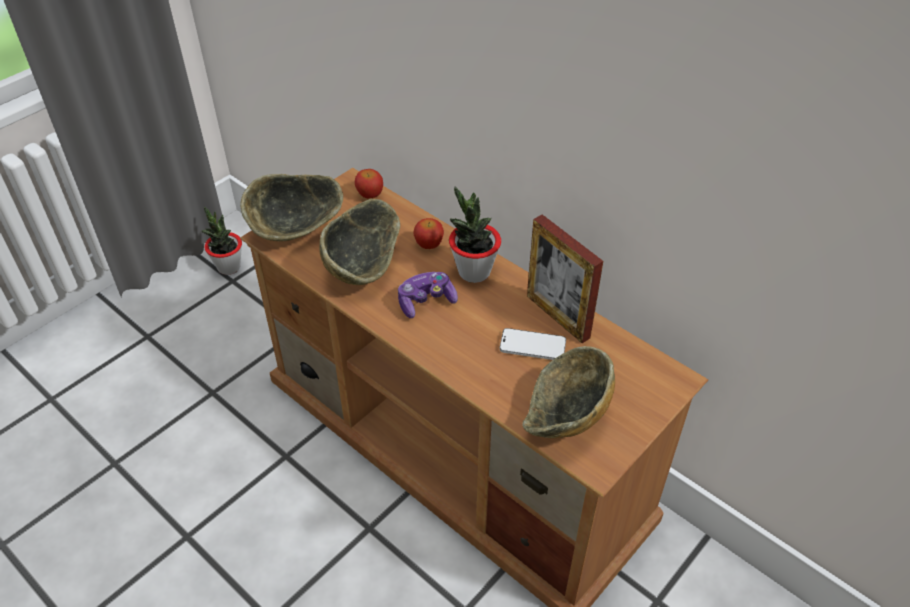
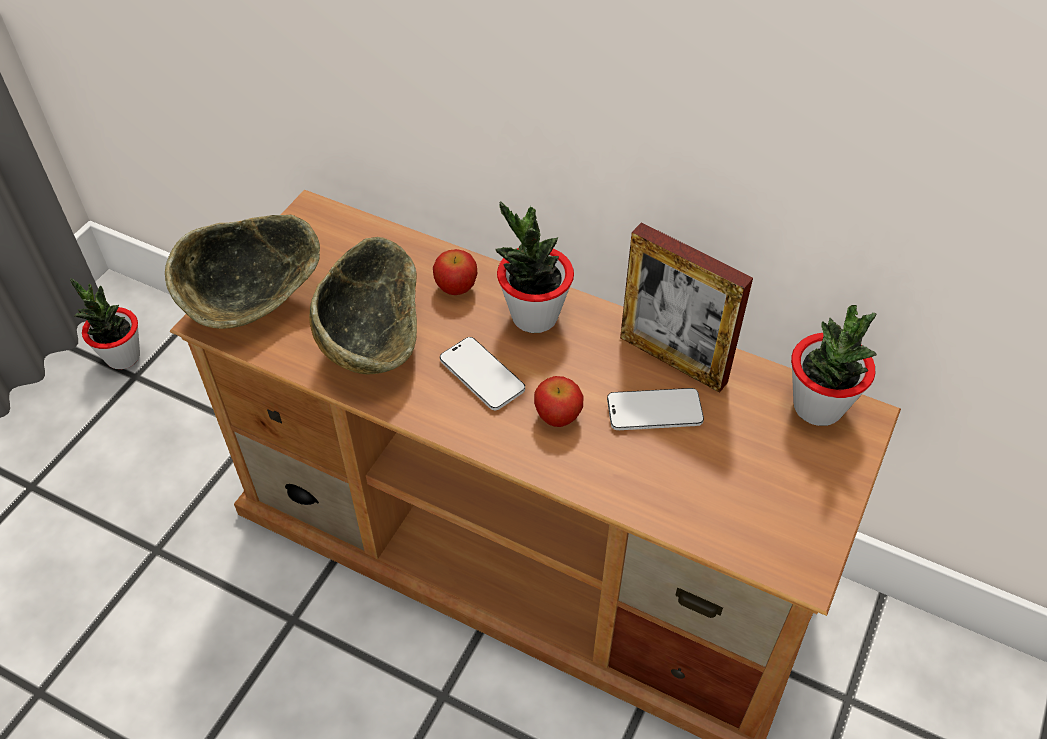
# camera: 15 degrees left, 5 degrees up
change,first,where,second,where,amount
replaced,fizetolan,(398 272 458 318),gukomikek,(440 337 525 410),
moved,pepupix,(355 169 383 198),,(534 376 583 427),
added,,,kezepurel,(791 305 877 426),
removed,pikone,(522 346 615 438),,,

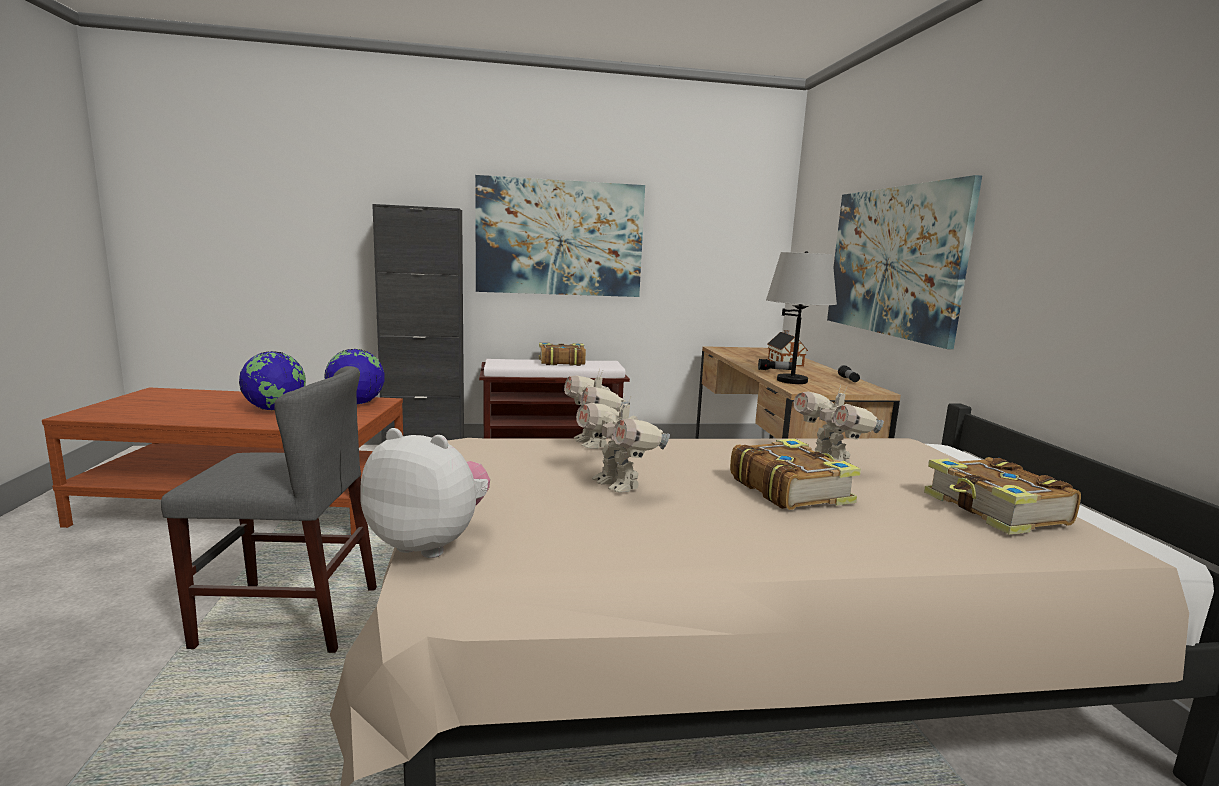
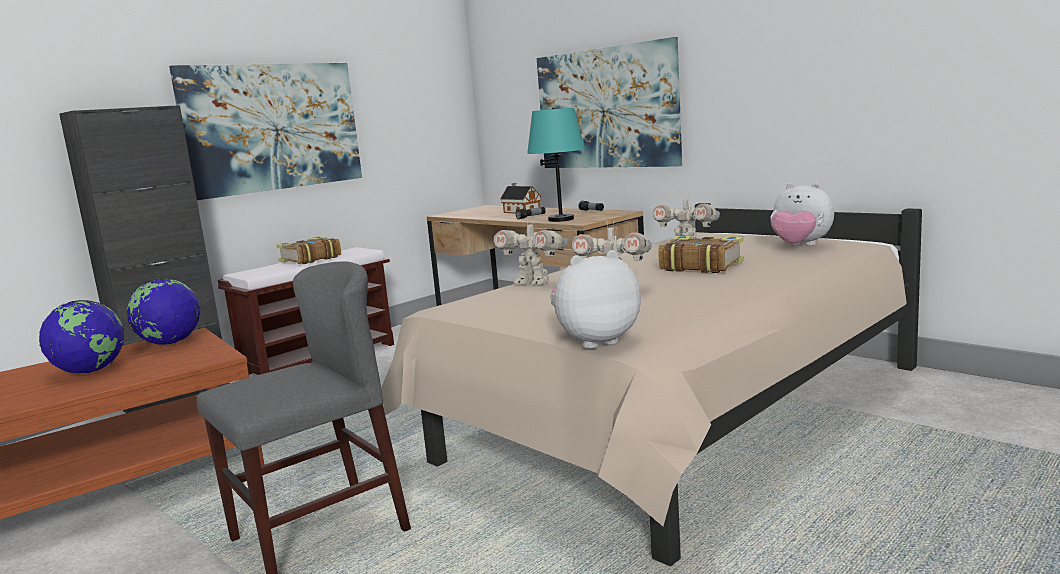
# camera: 35 degrees left, 0 degrees up
change,first,where,second,where,amount
recoloured,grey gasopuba,(766 251 837 384),turquoise gasopuba,(527 108 585 222),
replaced,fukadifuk,(924 457 1081 534),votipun,(770 183 834 246),

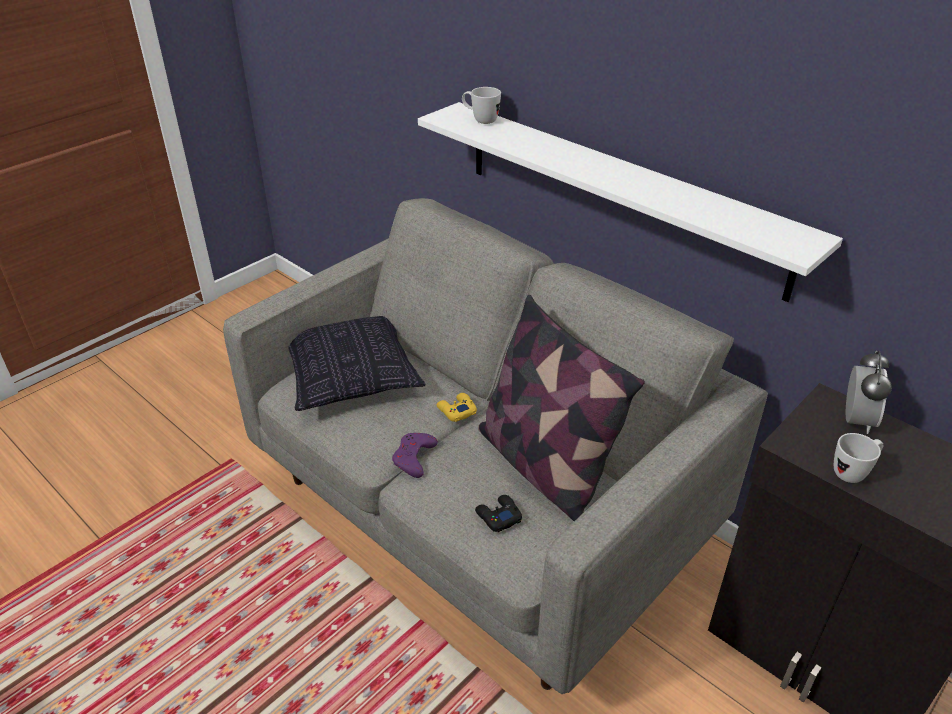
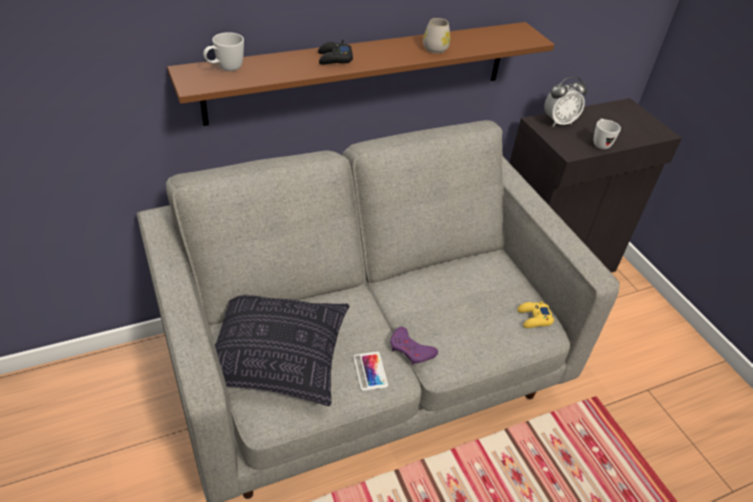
# camera: 70 degrees left, 5 degrees up
change,first,where,second,where,amount
recoloured,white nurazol,(418 102 843 302),brown nurazol,(167 22 554 126),
moved,black fizetolan,(475 495 522 532),,(318 40 353 65),
added,,,gukomikek,(353 352 388 391),
added,,,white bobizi,(423 18 450 53),
moved,yellow fizetolan,(437 393 477 422),,(517 301 554 328),
turned,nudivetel,(846 350 892 434),,(544 77 587 127),120 degrees clockwise
removed,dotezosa,(478 295 645 521),,,

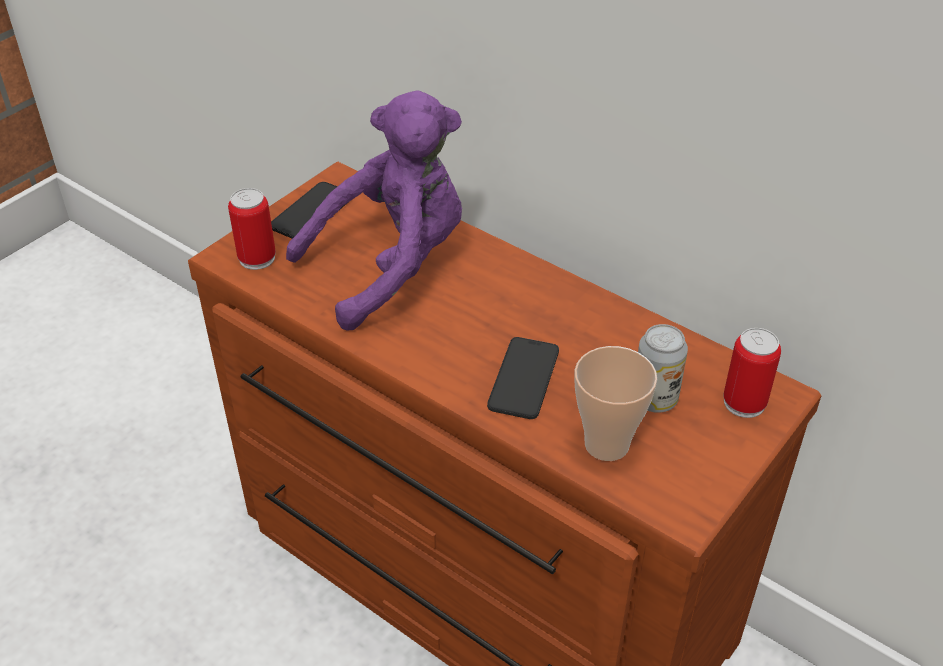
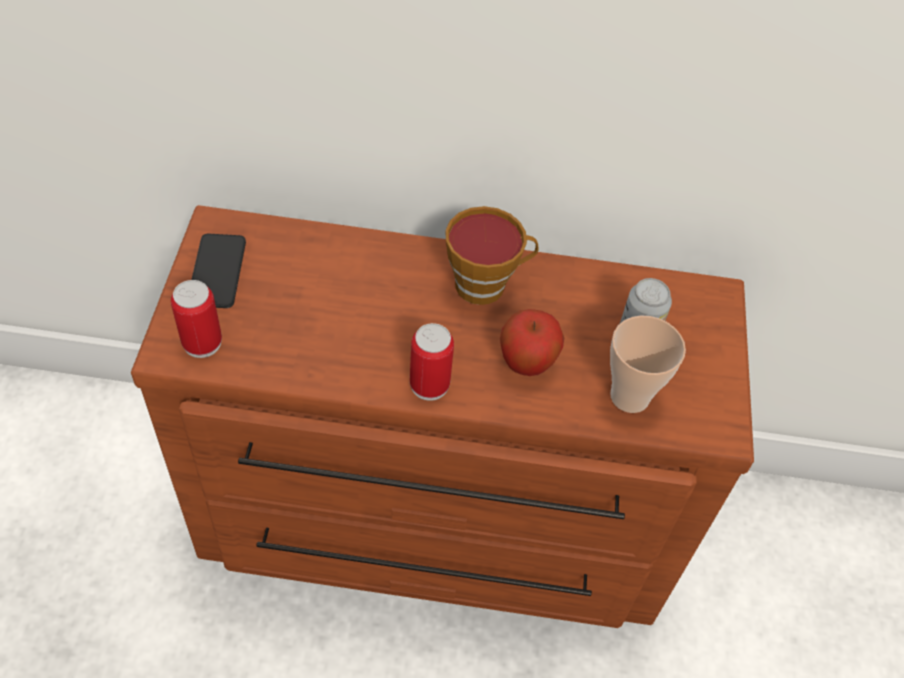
# camera: 35 degrees left, 10 degrees up
change,first,where,second,where,amount
moved,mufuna,(723 328 781 418),,(410 323 454 401),
added,,,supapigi,(445 206 539 305),
replaced,gukomikek,(487 337 559 419),pepupix,(500 309 564 376),
removed,purple votipun,(286 90 462 330),,,

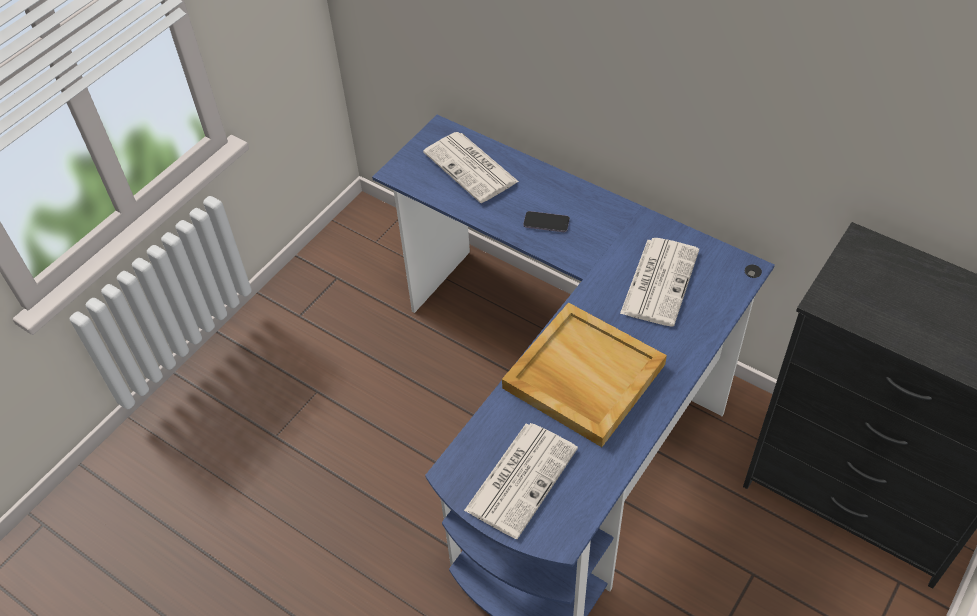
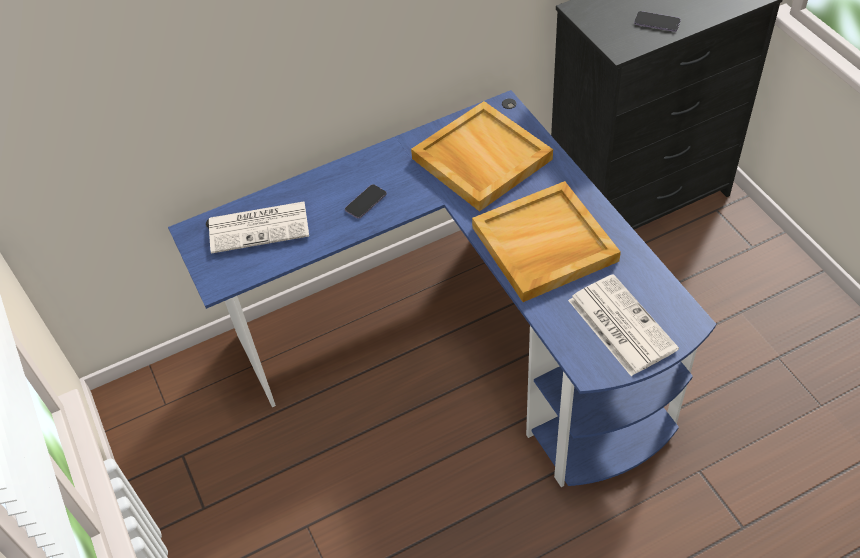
# camera: 60 degrees left, 0 degrees up
change,first,where,second,where,amount
replaced,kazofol,(620 238 699 327),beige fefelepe,(411 101 553 212),
added,,,gukomikek,(634 11 681 32),

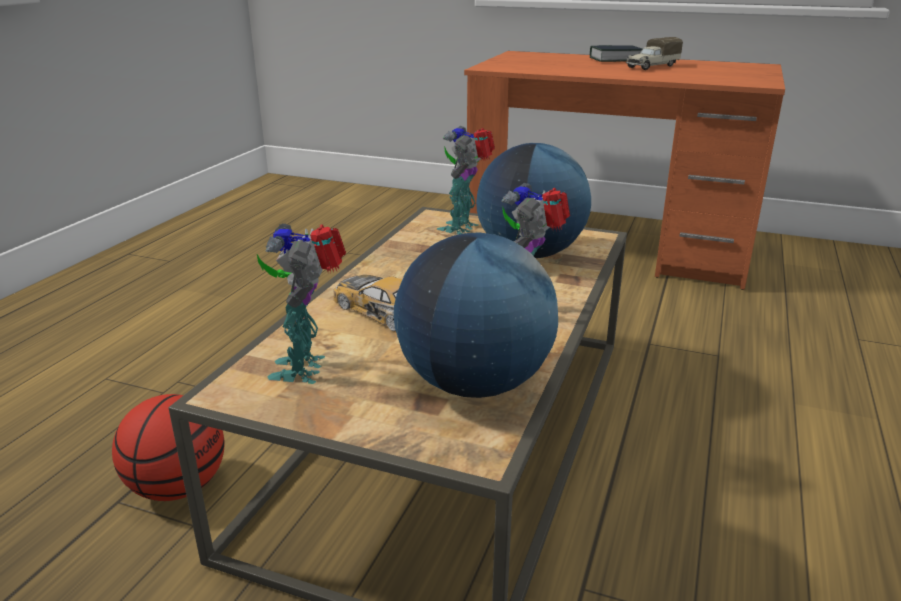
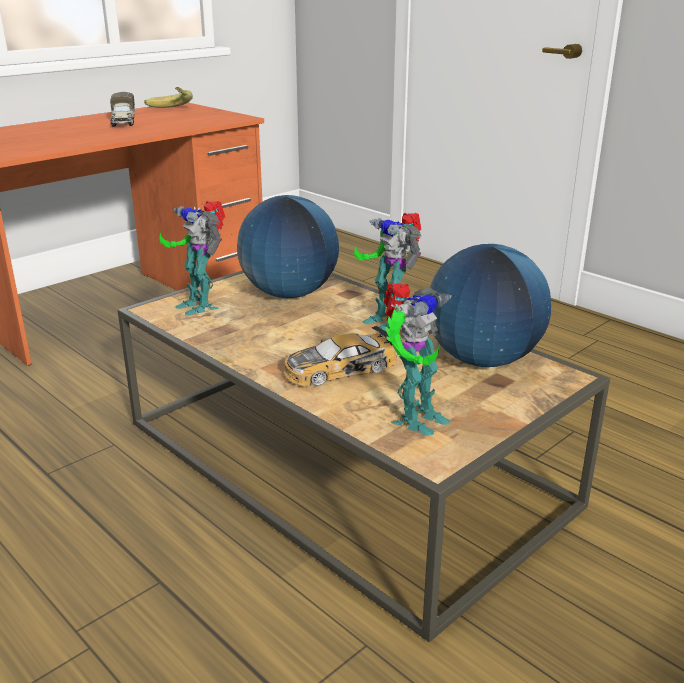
# camera: 65 degrees left, 0 degrees up
change,first,where,second,where,amount
added,,,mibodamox,(144 87 193 108),
turned,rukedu,(257 223 346 384),,(384 282 452 436),75 degrees counterclockwise
removed,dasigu,(112 394 224 501),,,
removed,fukadifuk,(590 45 642 62),,,

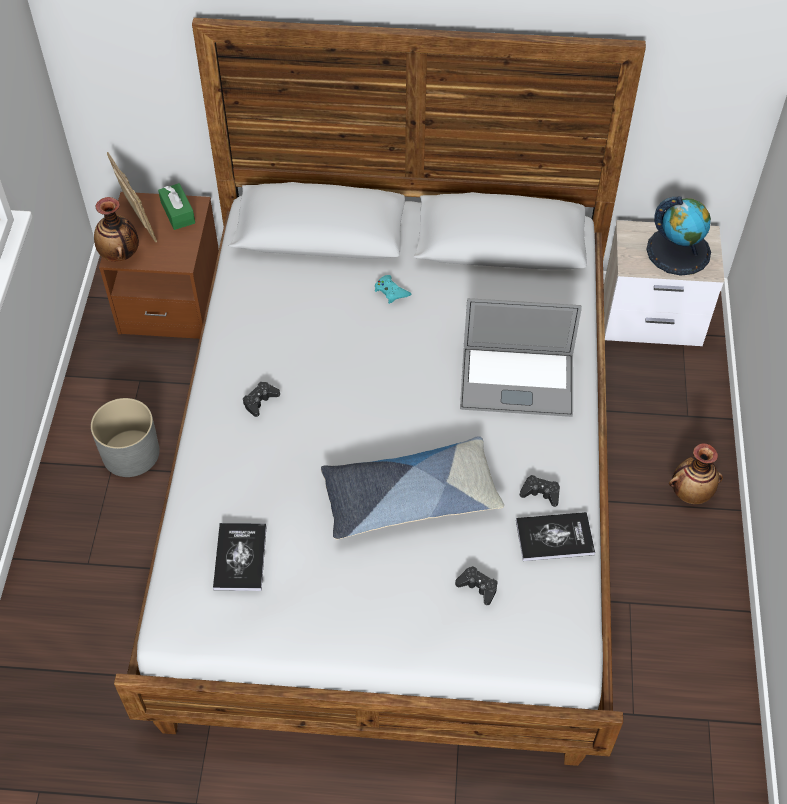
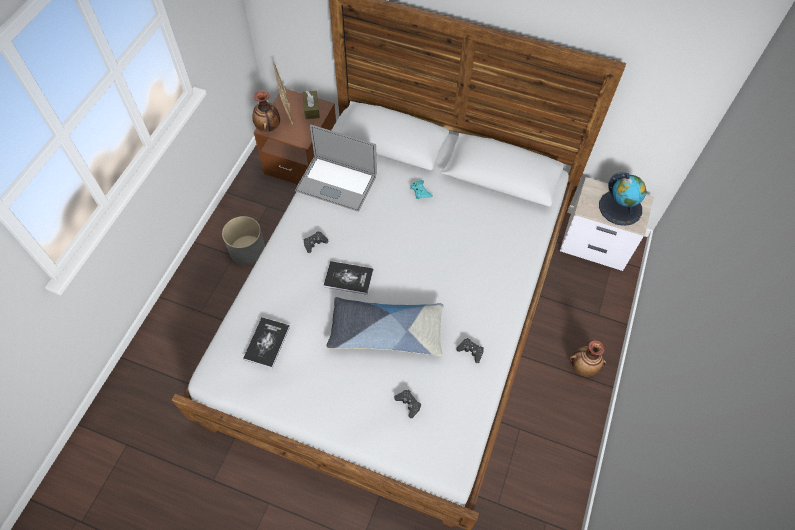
# camera: 15 degrees right, 5 degrees up
change,first,where,second,where,amount
moved,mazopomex,(460 298 582 417),,(295 125 377 212),
recoloured,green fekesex,(158 183 195 230),brown fekesex,(303 91 320 119),
moved,fukadifuk,(516 512 595 561),,(323 261 373 295),

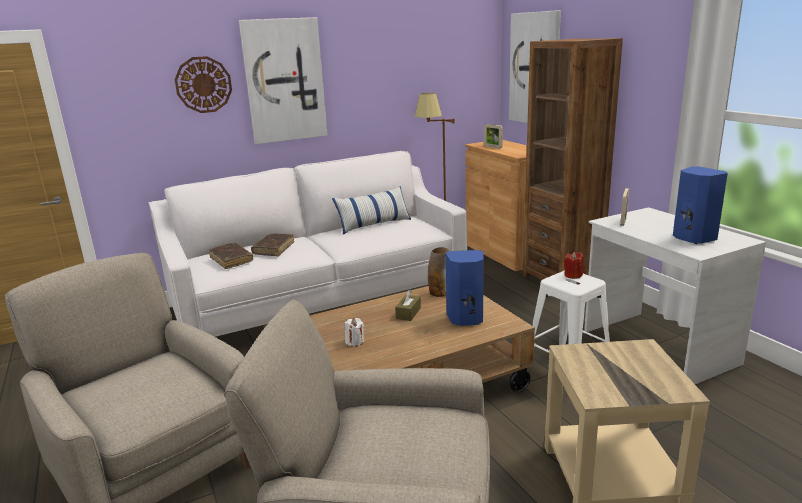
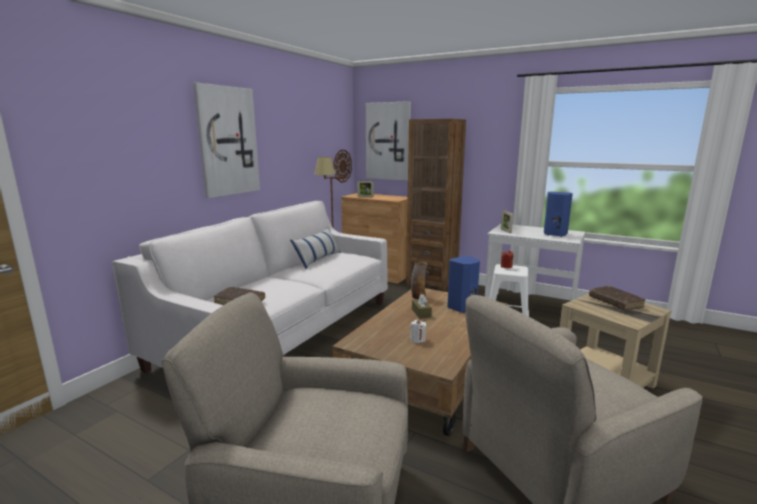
# camera: 35 degrees left, 5 degrees down
change,first,where,second,where,amount
moved,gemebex,(175 56 232 113),,(333 150 352 183),
moved,brown fukadifuk,(251 233 294 256),,(589 286 645 310),

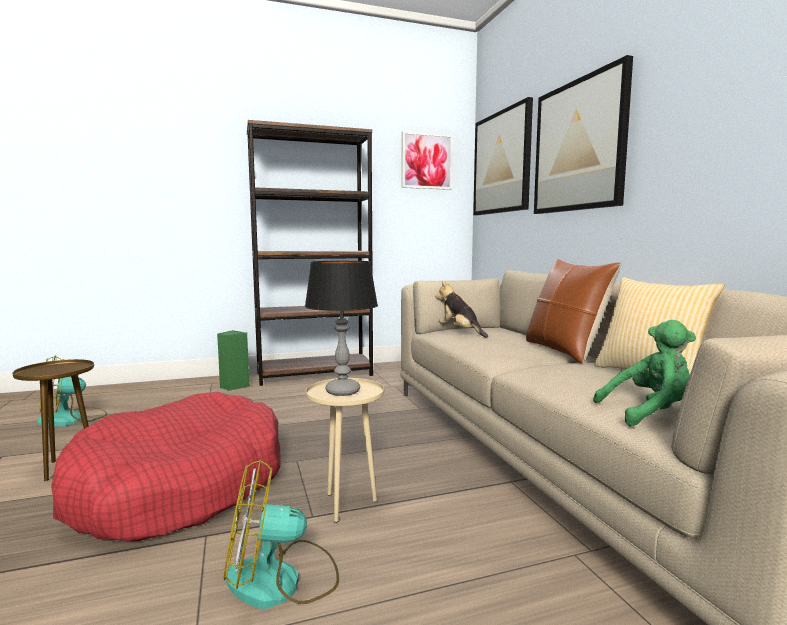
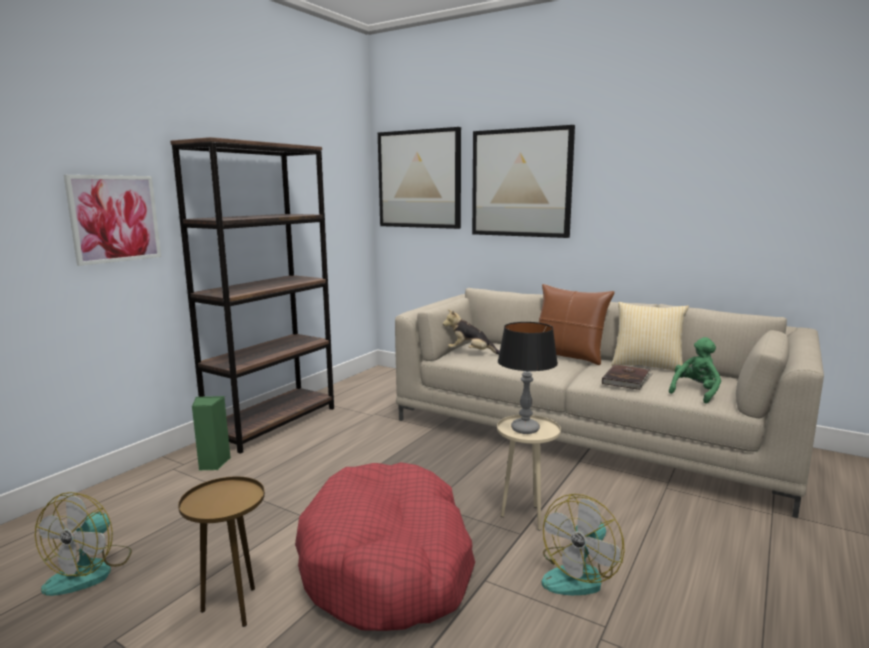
# camera: 40 degrees left, 5 degrees up
change,first,where,second,where,amount
moved,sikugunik,(402 131 453 190),,(64 175 161 266),
added,,,brown fukadifuk,(602 364 652 390),

